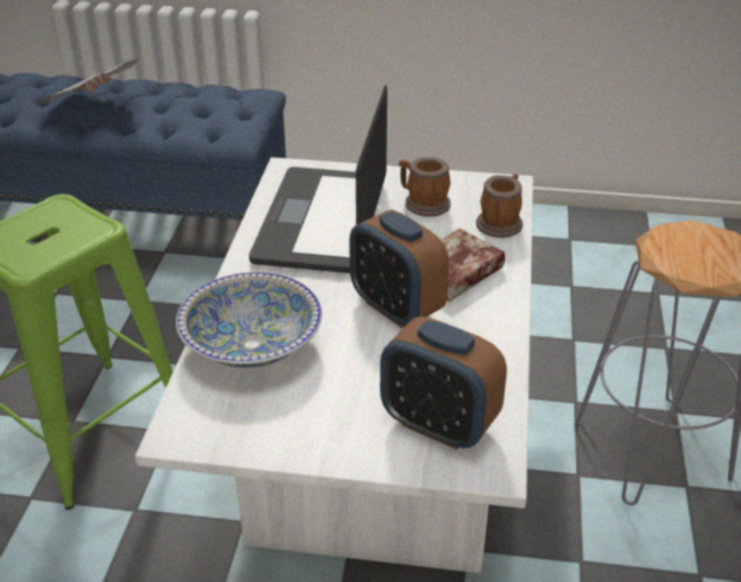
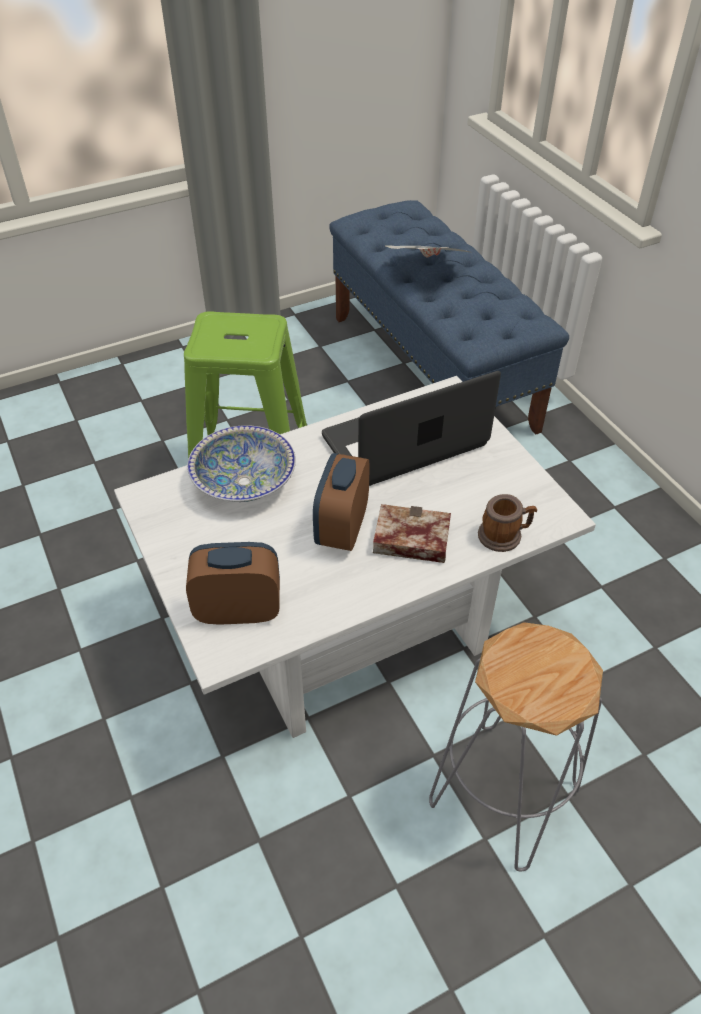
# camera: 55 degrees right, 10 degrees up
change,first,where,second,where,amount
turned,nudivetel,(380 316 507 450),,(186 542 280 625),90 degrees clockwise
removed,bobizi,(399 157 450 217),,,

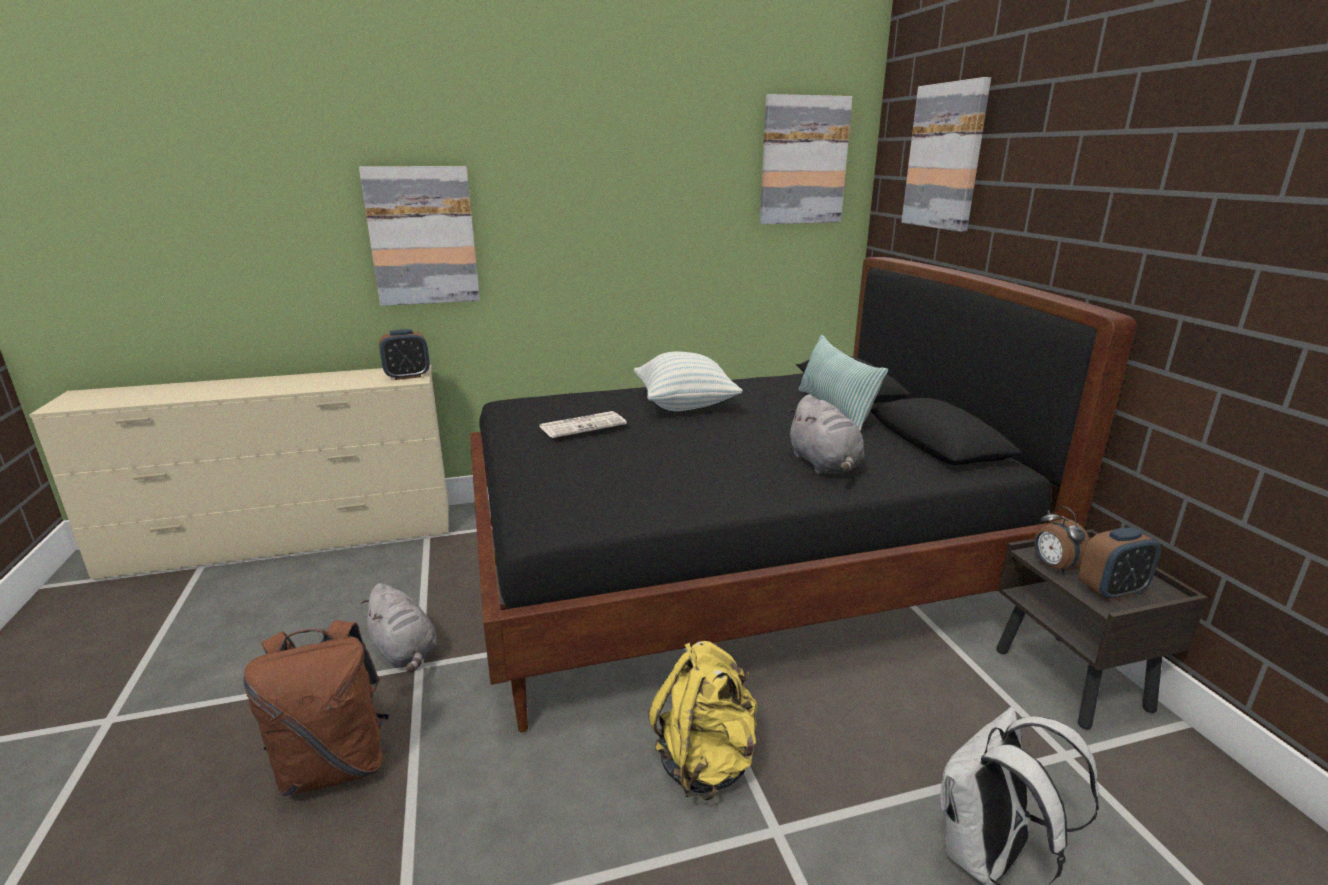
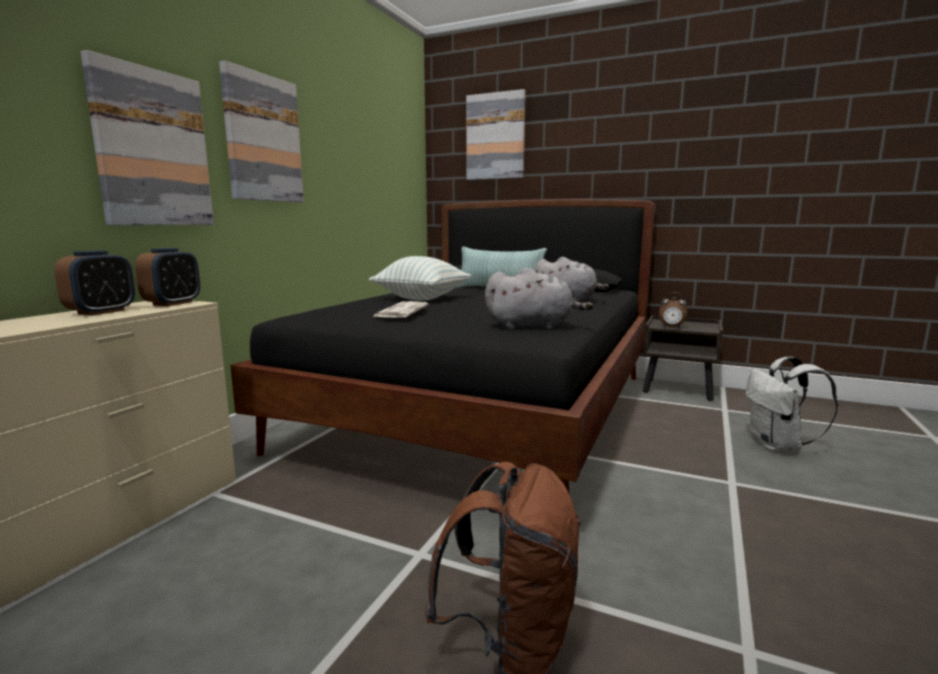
# camera: 50 degrees left, 10 degrees down
change,first,where,second,where,amount
moved,nudivetel,(1079 527 1161 601),,(54 250 135 315),
moved,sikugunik,(760 94 852 224),,(219 60 304 202),
moved,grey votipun,(361 583 437 673),,(485 268 593 330),
removed,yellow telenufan,(648 641 757 800),,,

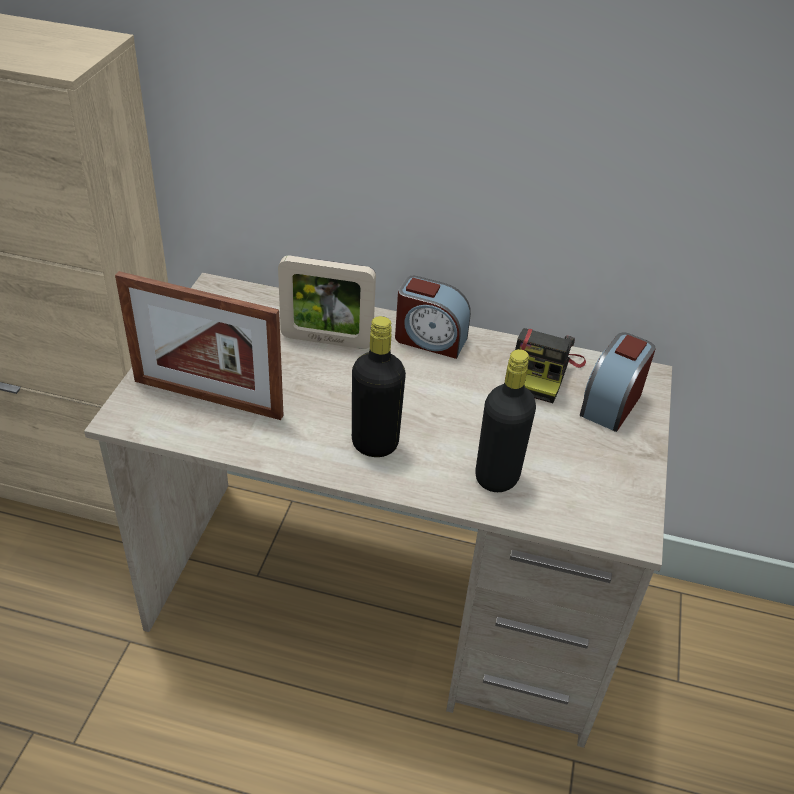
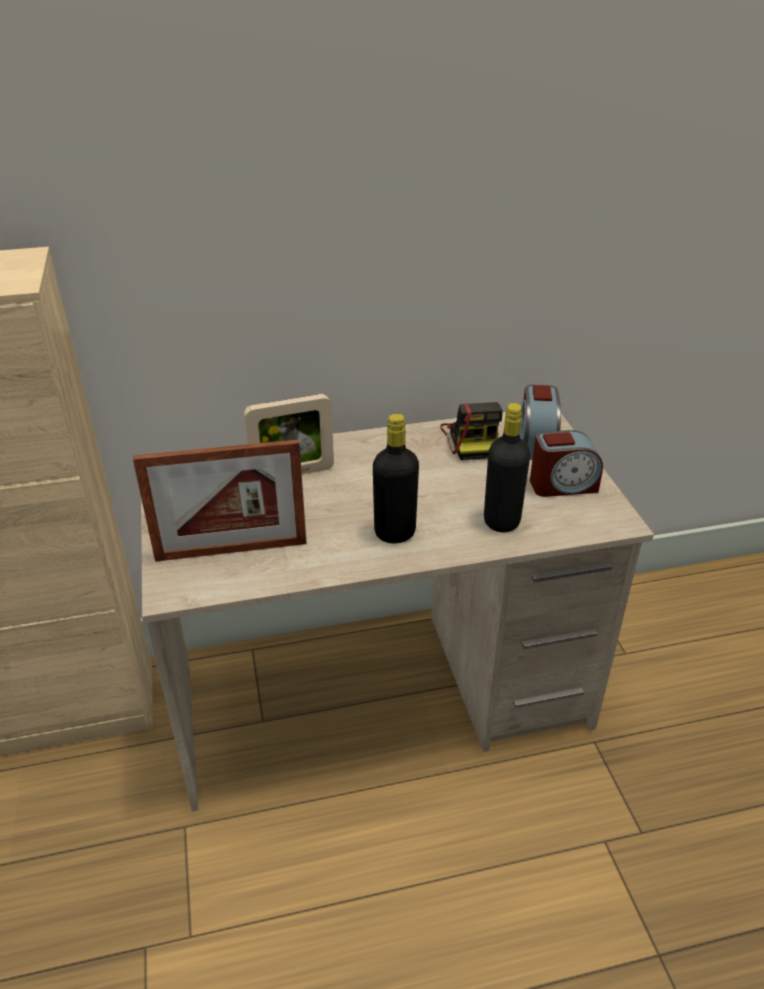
# camera: 25 degrees left, 5 degrees down
change,first,where,second,where,amount
moved,nudivetel,(395 276 471 359),,(530 430 603 497),

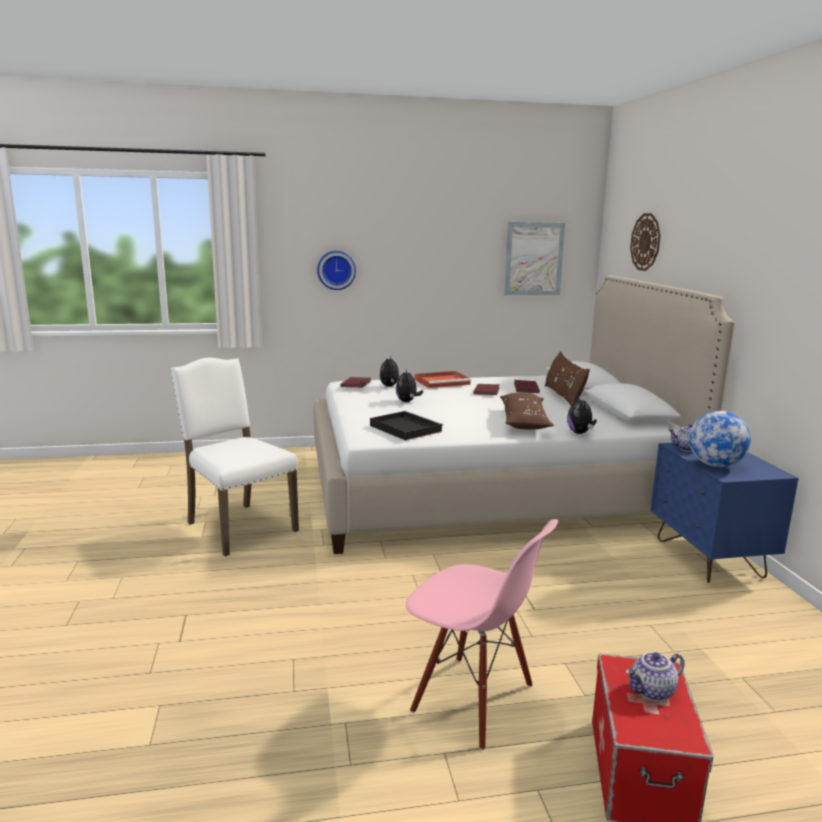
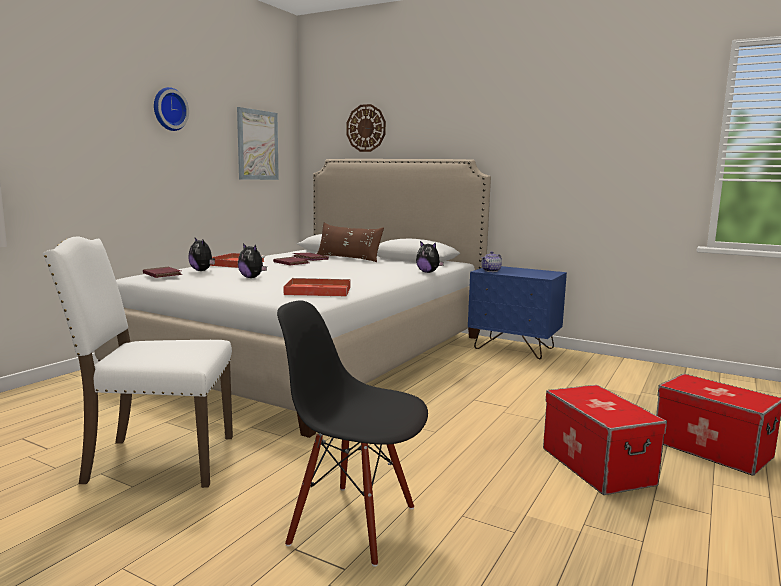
# camera: 50 degrees left, 5 degrees down
change,first,where,second,where,amount
moved,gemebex,(317 251 356 290),,(154 87 189 131),
added,,,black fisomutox,(277 300 428 567),
recoloured,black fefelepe,(370 411 443 440),red fefelepe,(284 278 351 296),
replaced,pink fisomutox,(406 519 558 750),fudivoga,(543 385 667 495),
removed,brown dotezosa,(500 393 554 429),,,
removed,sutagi,(626 652 685 701),,,
removed,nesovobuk,(689 411 751 467),,,

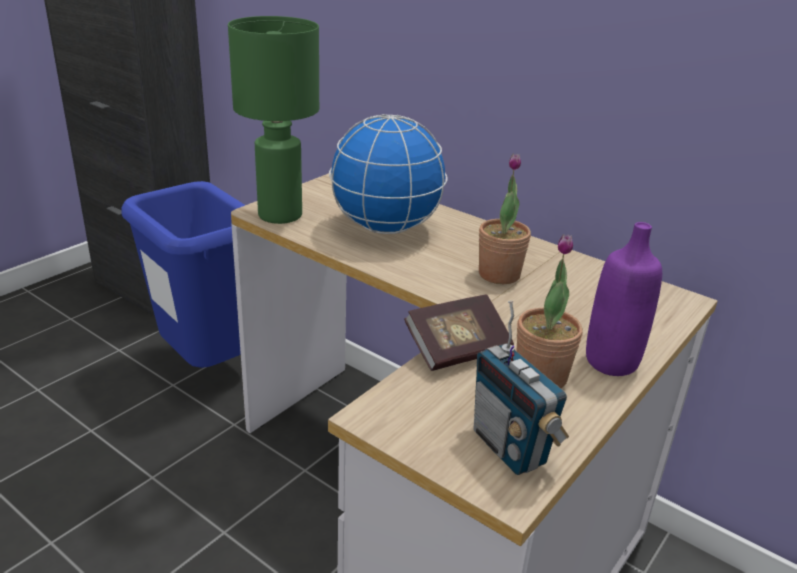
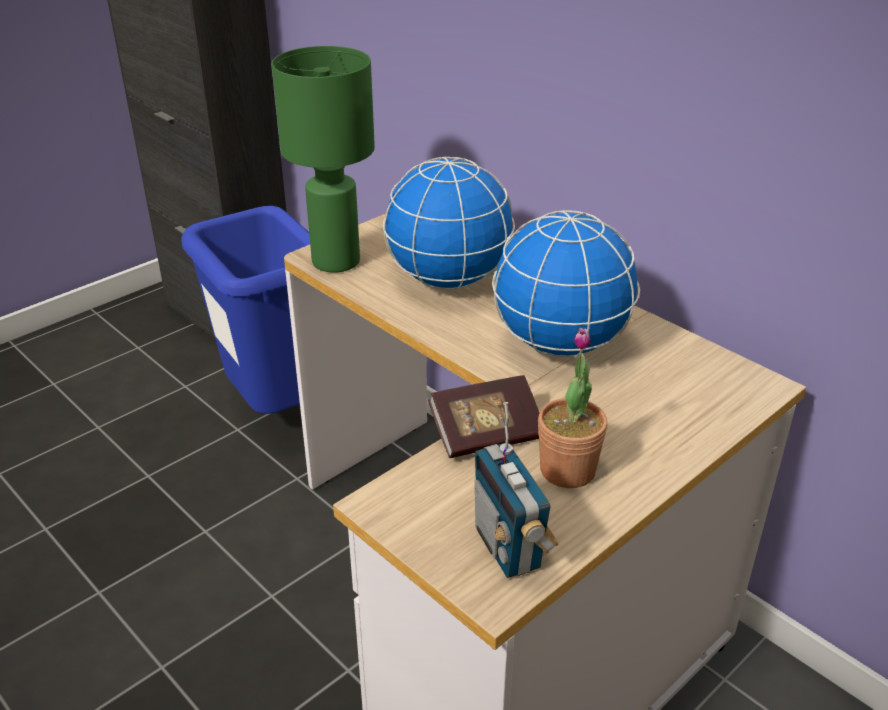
# camera: 10 degrees right, 5 degrees up
change,first,where,second,where,amount
replaced,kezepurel,(479 154 531 284),nesovobuk,(492 210 640 358),
removed,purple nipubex,(586 222 662 376),,,

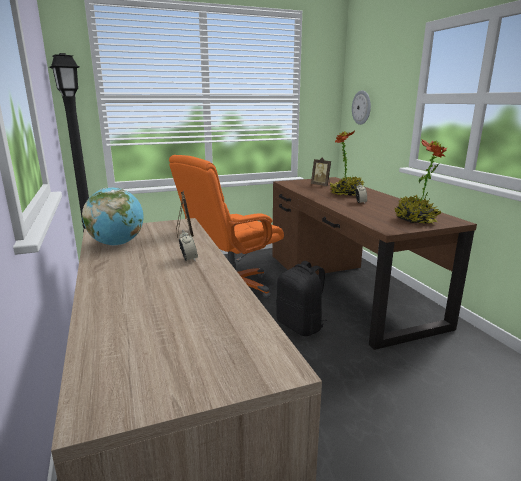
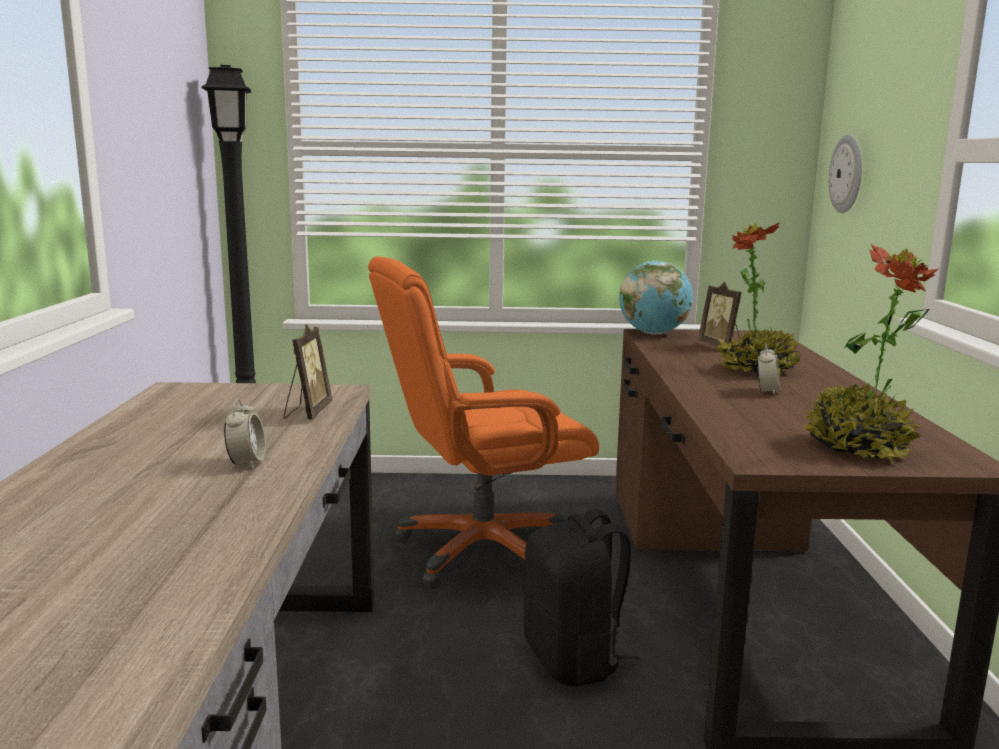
# camera: 20 degrees right, 5 degrees down
change,first,where,second,where,amount
moved,nesovobuk,(82 187 144 246),,(619 260 693 334),

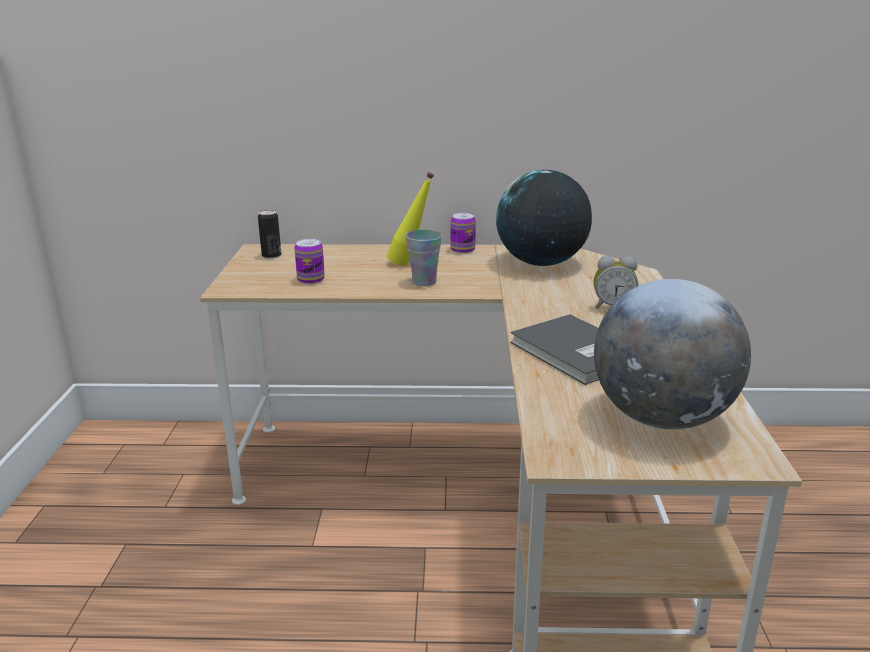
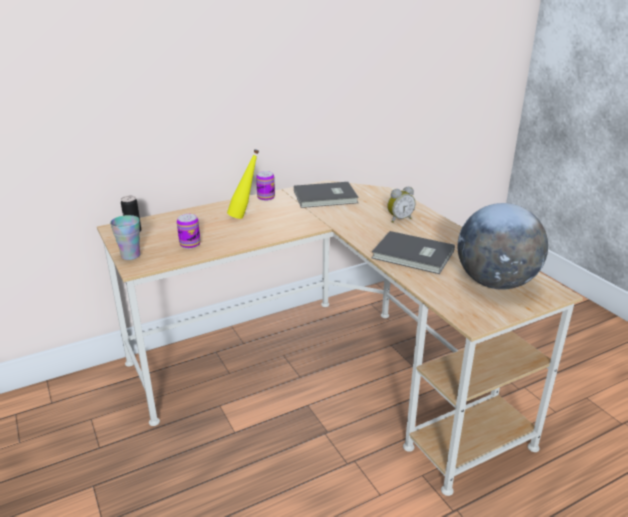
# camera: 30 degrees left, 5 degrees up
change,first,where,second,where,amount
moved,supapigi,(406 230 442 286),,(110 215 140 260),
replaced,nesovobuk,(496 170 592 266),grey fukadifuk,(294 182 359 208),

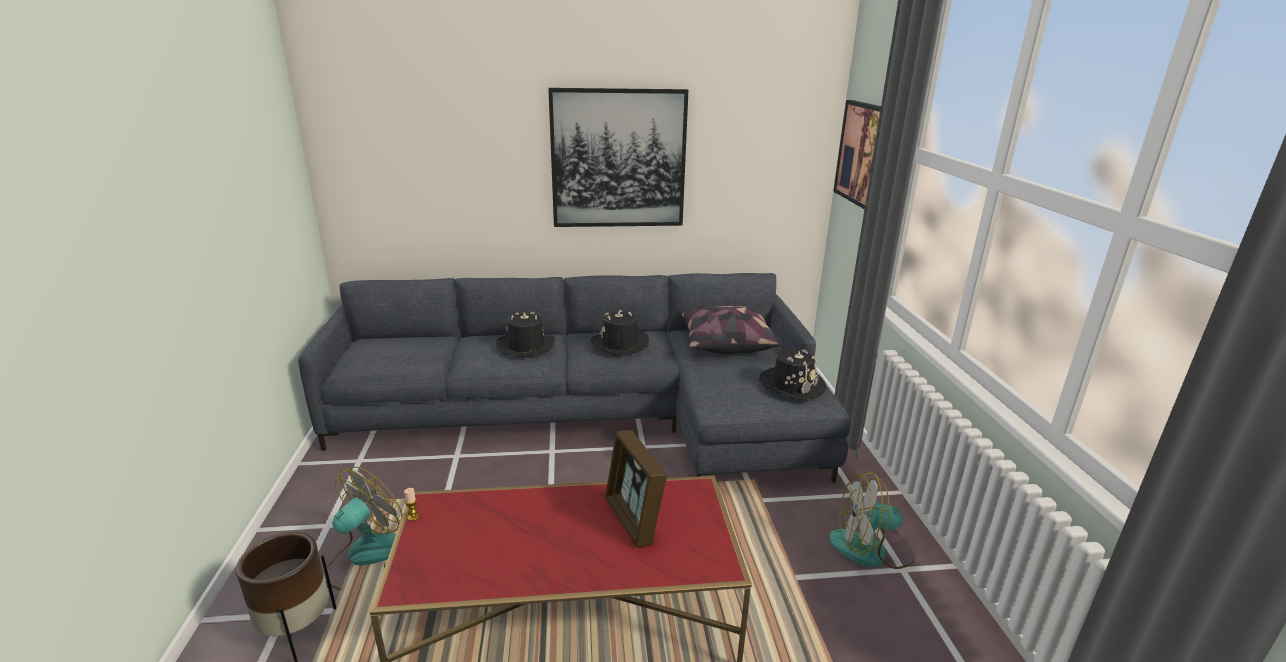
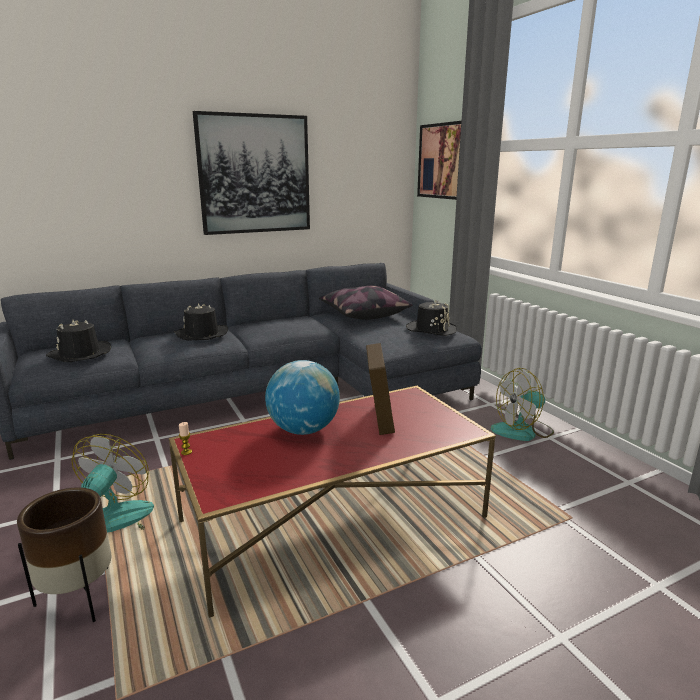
# camera: 20 degrees left, 5 degrees down
change,first,where,second,where,amount
moved,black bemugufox,(591 310 649 355),,(46 320 111 362),
added,,,nesovobuk,(265 360 340 435),
turned,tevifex,(605 430 667 547),,(366 343 395 435),135 degrees counterclockwise

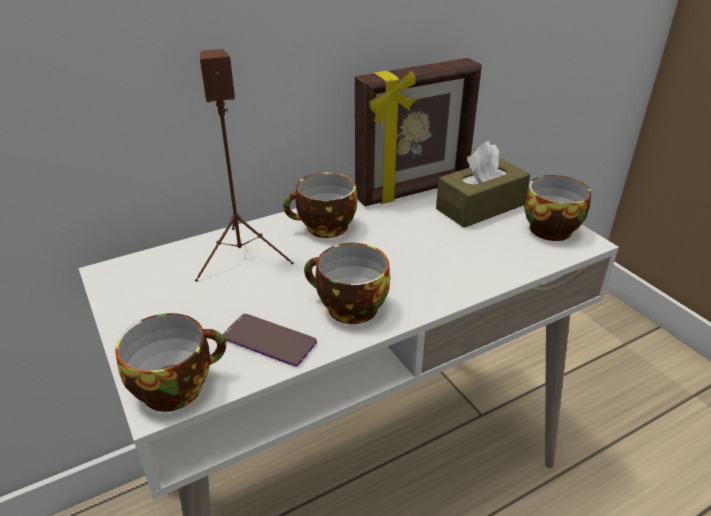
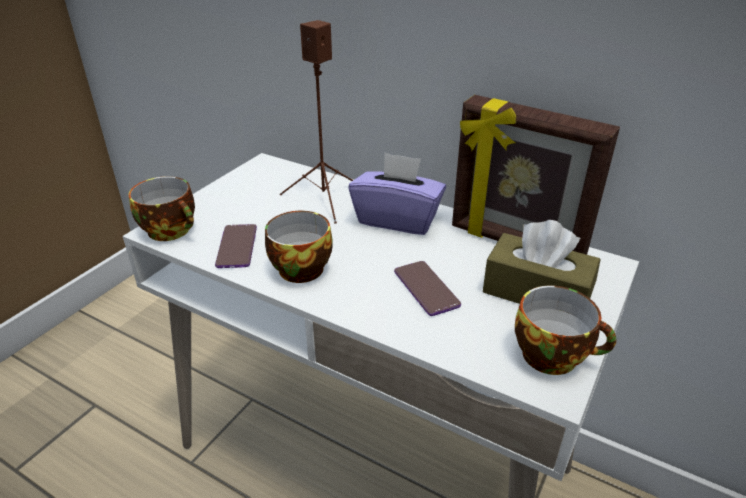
# camera: 60 degrees right, 0 degrees up
change,first,where,second,where,amount
replaced,supapigi,(283 173 357 238),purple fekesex,(348 152 446 235),
added,,,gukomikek,(394 261 461 316),

